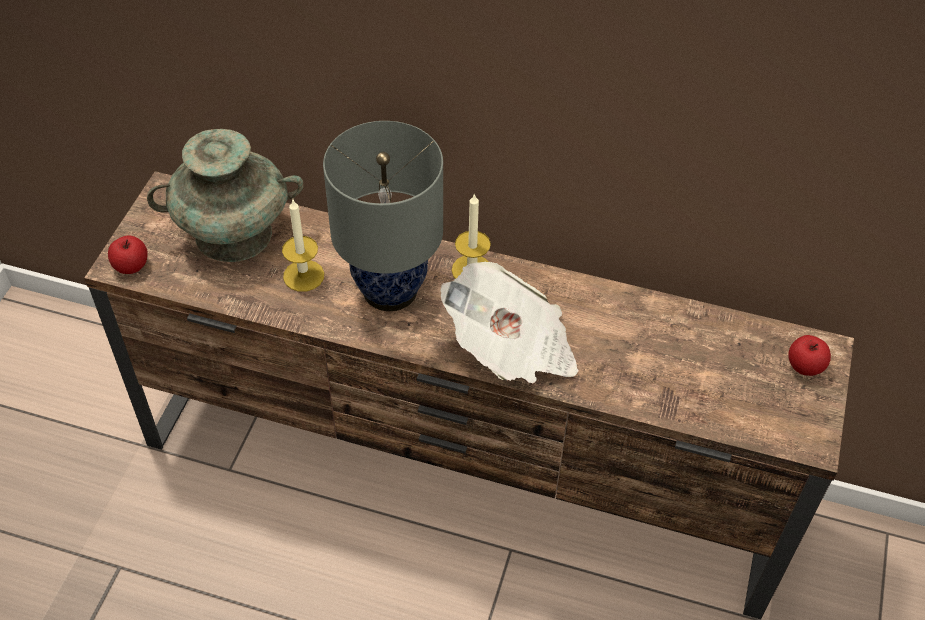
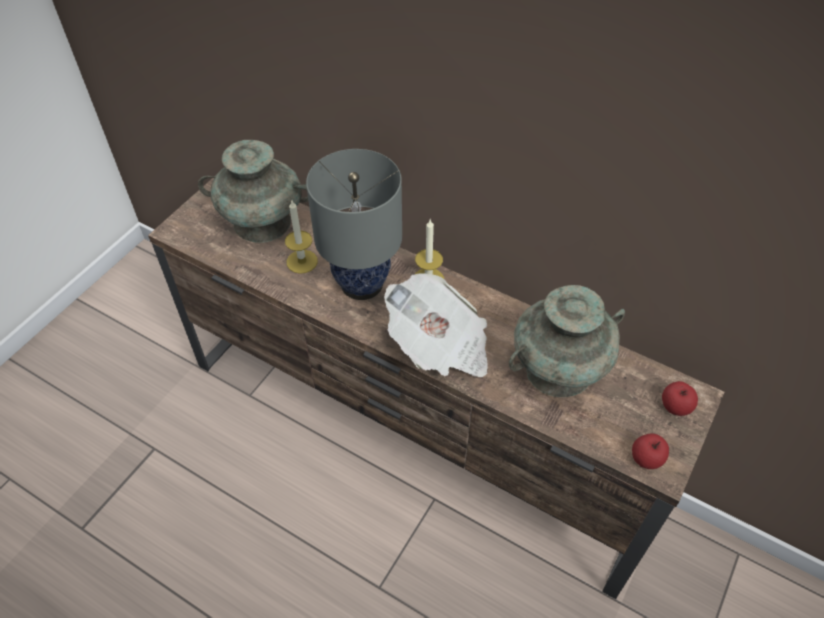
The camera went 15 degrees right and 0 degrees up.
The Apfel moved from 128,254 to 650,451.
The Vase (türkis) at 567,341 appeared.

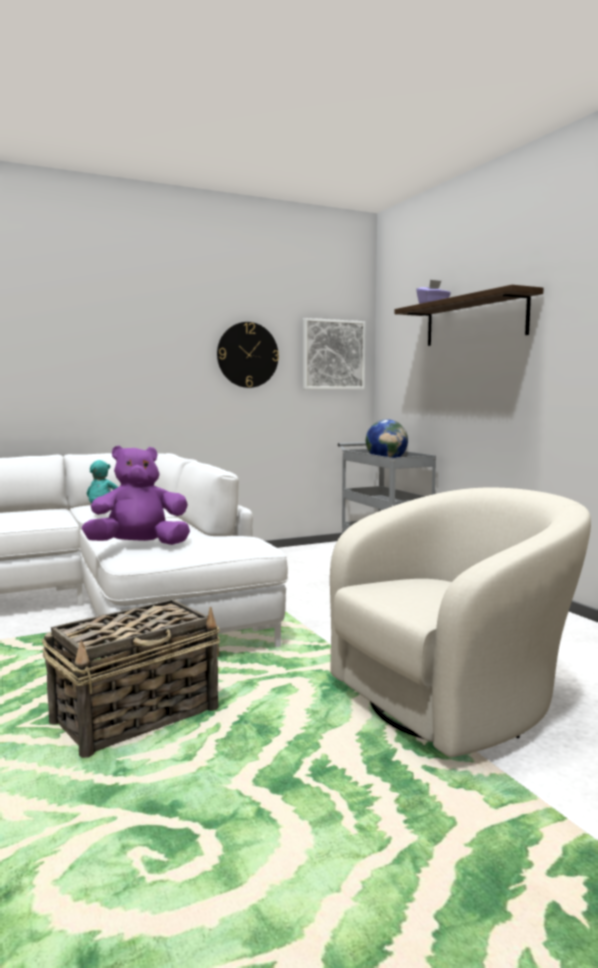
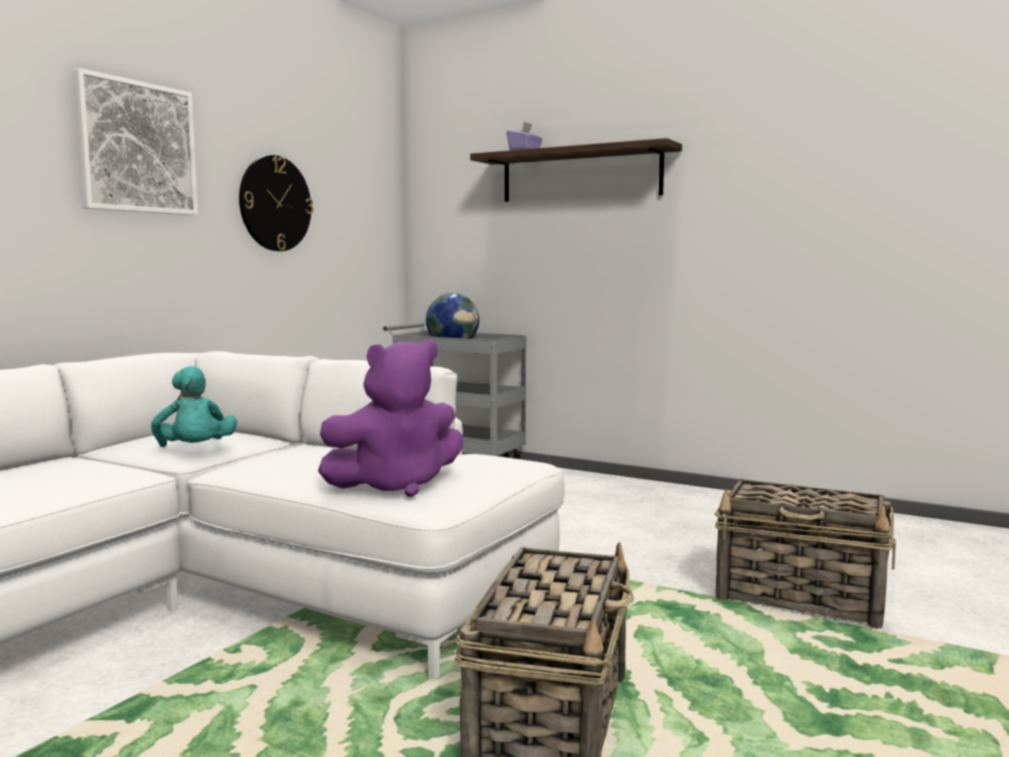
The camera went 35 degrees left and 0 degrees up.
The Plüschtier (lila) at 136,495 turned 150 degrees counterclockwise.
The Bild moved from 334,353 to 135,141.
The Sessel (beige) at 460,622 was replaced by the Korb at 805,554.

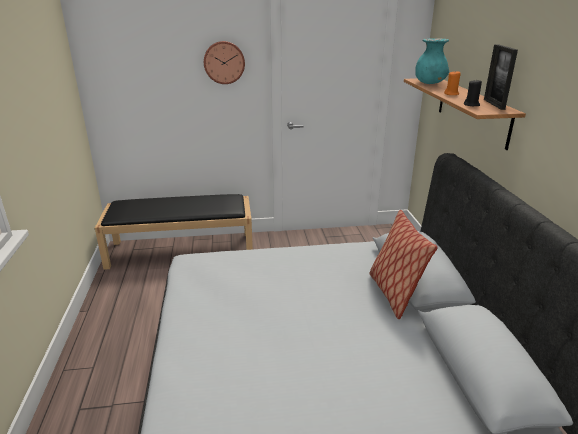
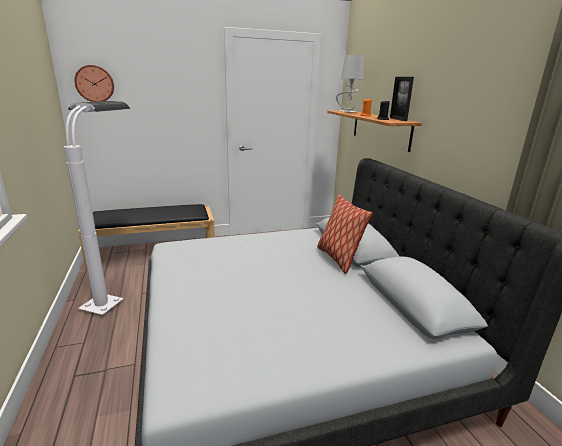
The camera went 10 degrees left and 5 degrees down.
The Wanduhr moved from 224,62 to 94,83.
The Vase (türkis) at 432,61 was replaced by the Tischlampe (grau) at 350,84.
The Stehlampe (weiß) at 97,208 appeared.

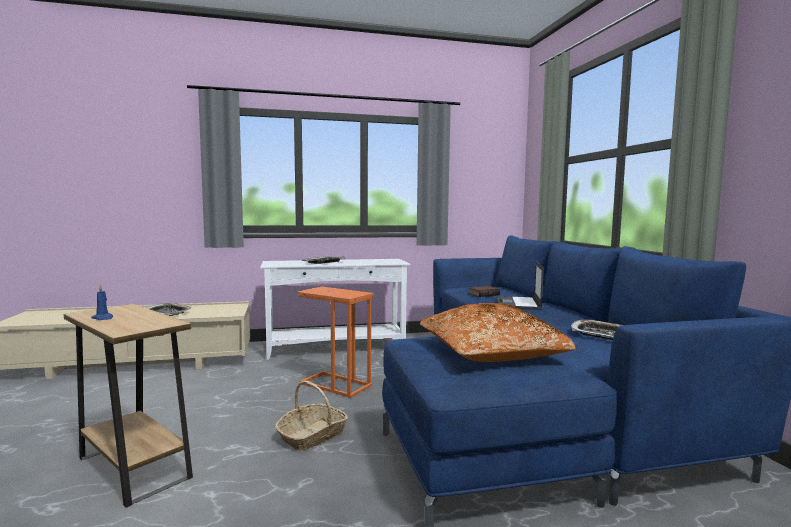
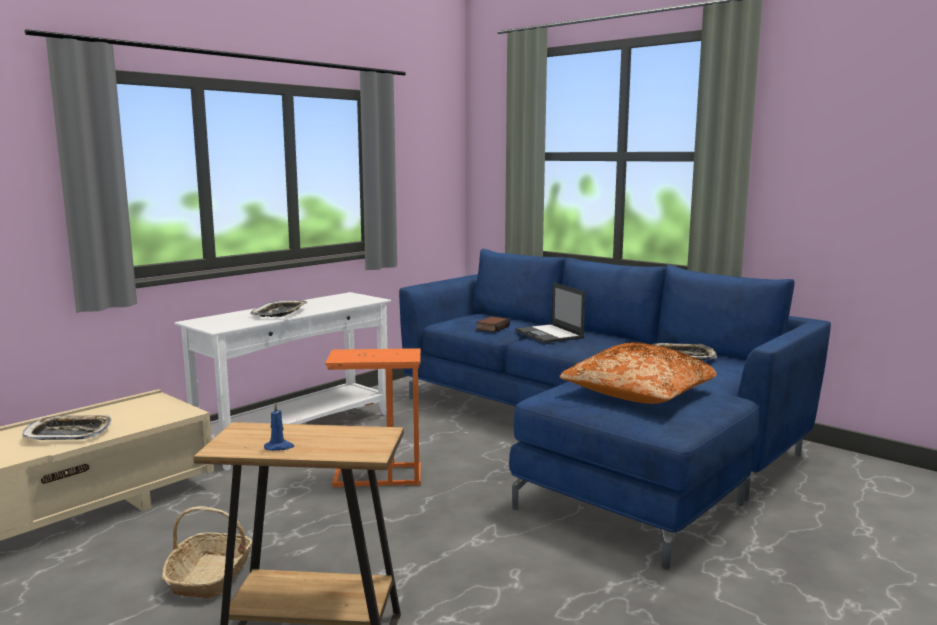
The camera went 35 degrees left and 5 degrees up.
The Korb moved from 311,416 to 207,552.

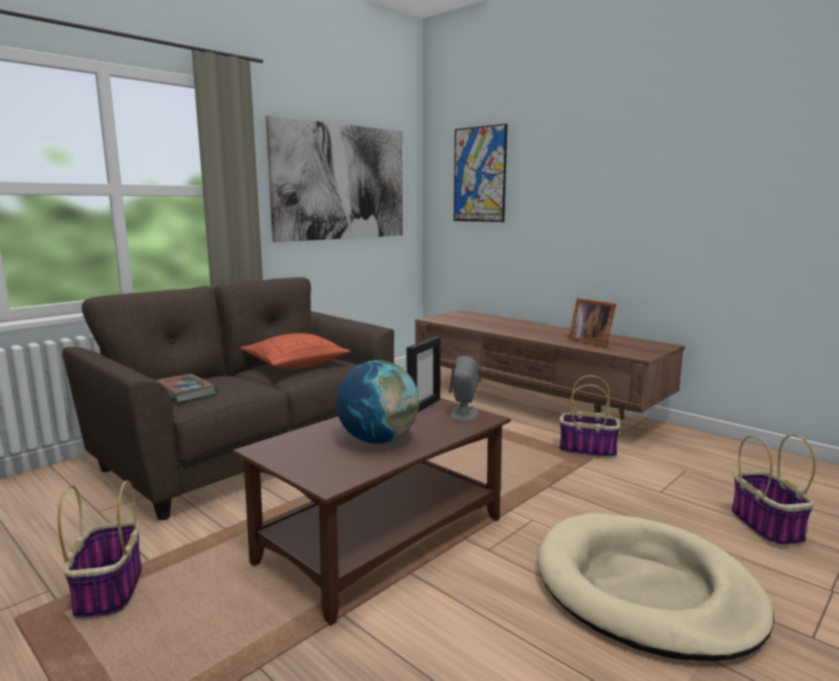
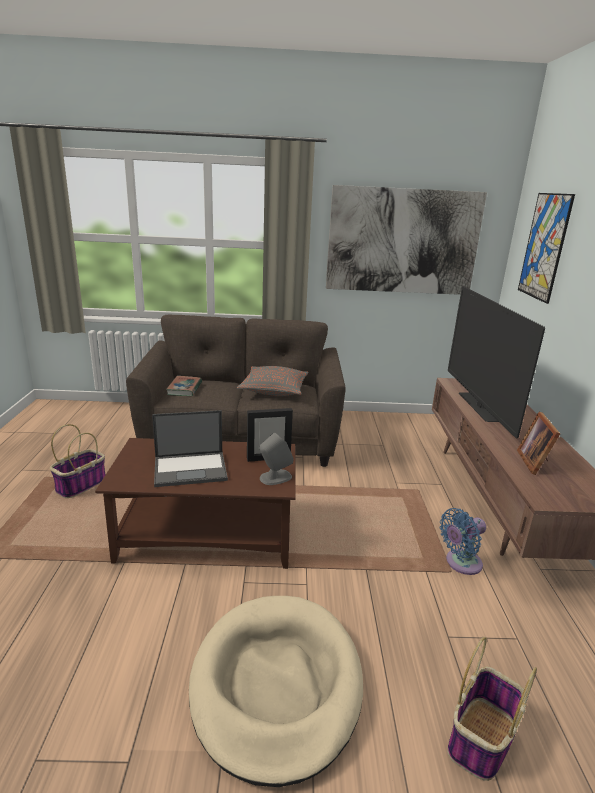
The camera went 45 degrees right and 10 degrees up.
The Kissen (orange) at 295,351 became the Kissen (grau) at 273,381.
The Globus at 377,402 was replaced by the Laptop at 190,448.
The Korb at 590,417 was replaced by the Ventilator (blau) at 463,541.
The Fernseher at 496,362 appeared.

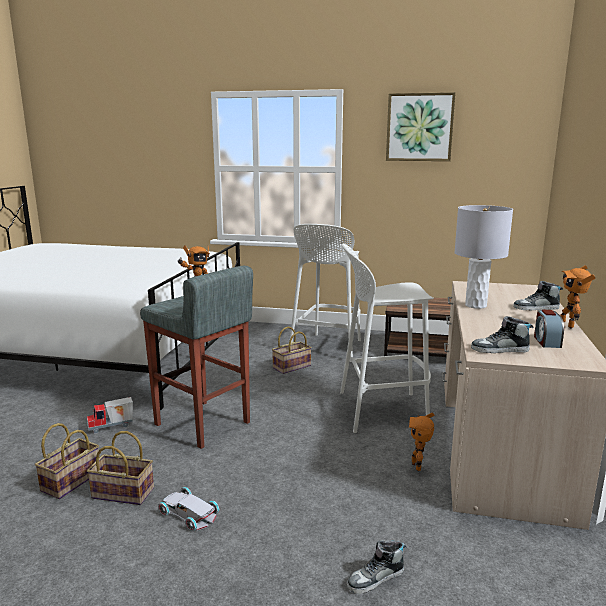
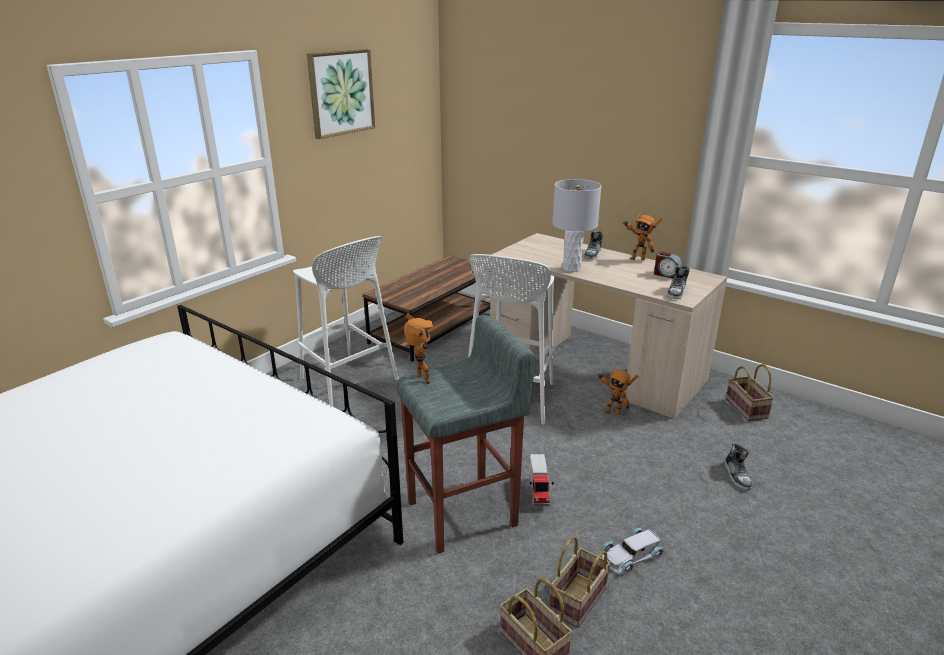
The camera went 65 degrees left and 10 degrees up.
The Spielzeuglaster moved from 110,415 to 541,480.
The Korb moved from 292,350 to 750,392.

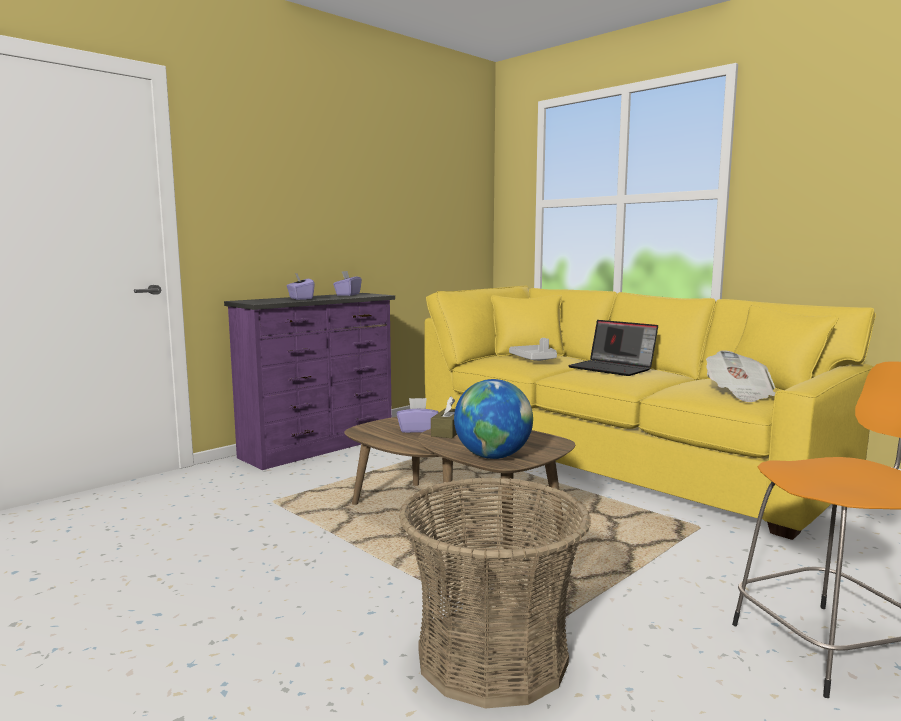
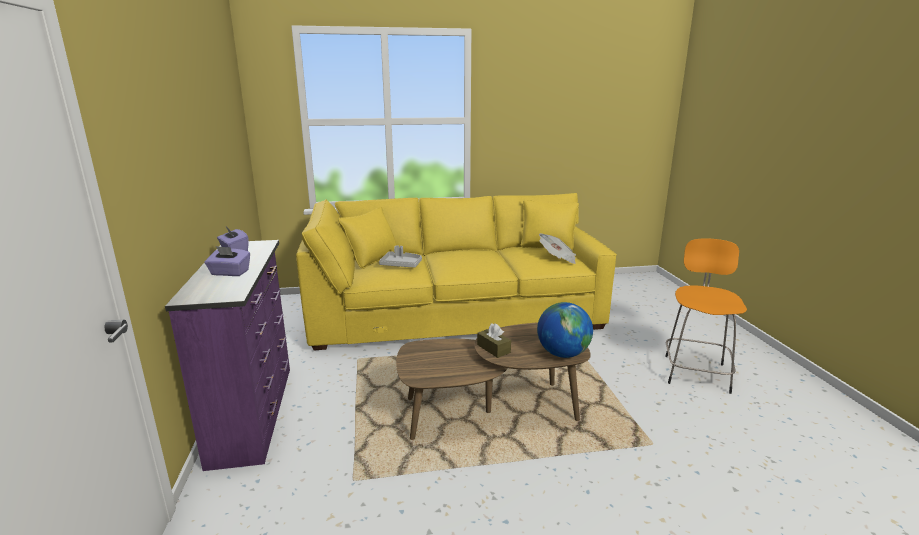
The camera went 55 degrees left and 10 degrees up.
The Taschentuchbox (lila) at 418,415 disappeared.
The Korb at 495,592 disappeared.
The Laptop at 613,348 disappeared.

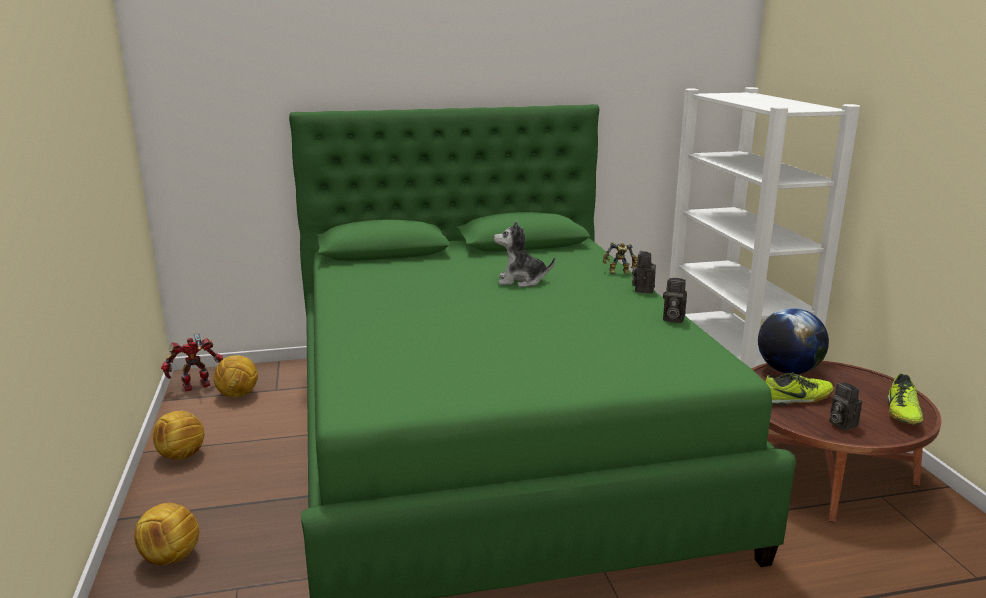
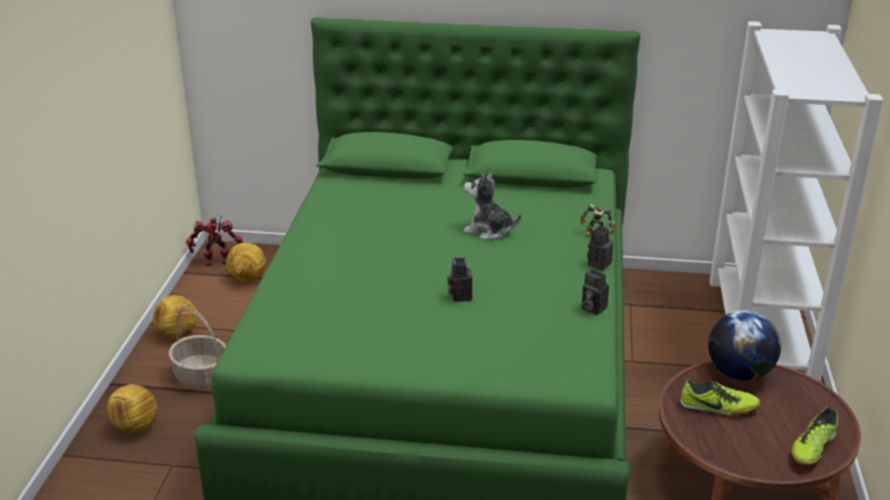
The camera went 20 degrees right and 10 degrees up.
The Kamera moved from 845,406 to 459,279.
The Korb at 197,347 appeared.

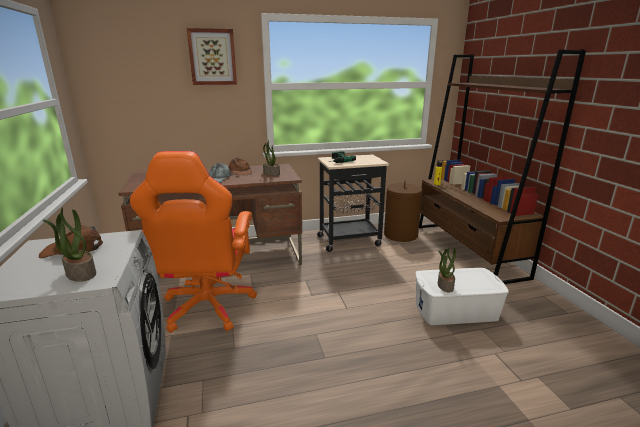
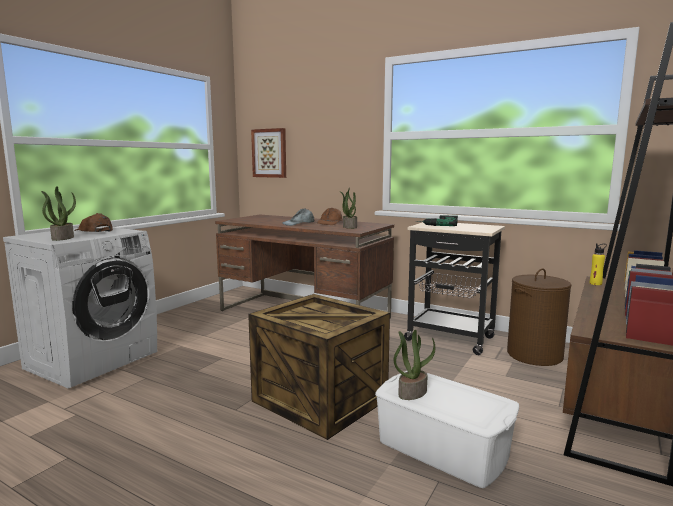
The camera went 45 degrees right and 10 degrees down.
The Bürostuhl (orange) at 193,242 disappeared.
The Bild moved from 212,56 to 268,153.
The Kiste at 319,367 appeared.

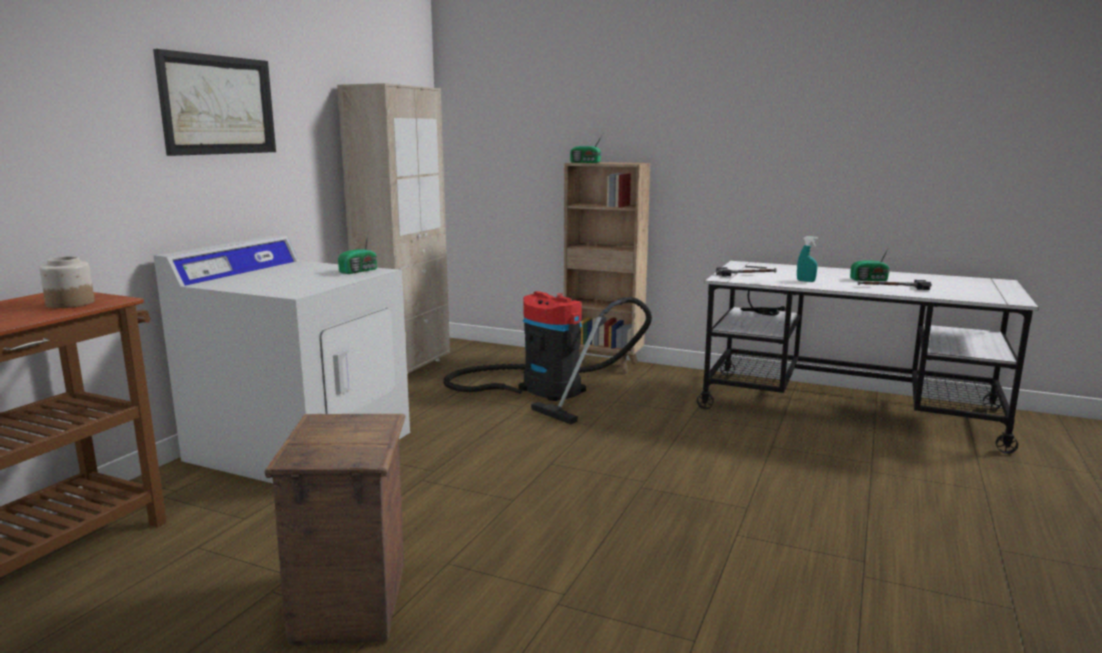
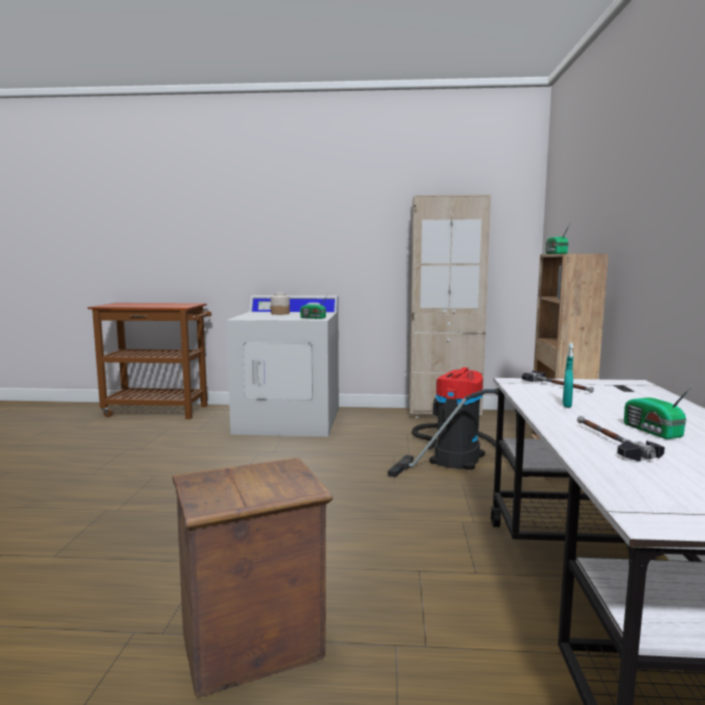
The camera went 70 degrees right and 5 degrees down.
The Vorratsglas moved from 67,282 to 280,304.
The Bild at 214,102 disappeared.
The Kiste moved from 335,530 to 252,577.

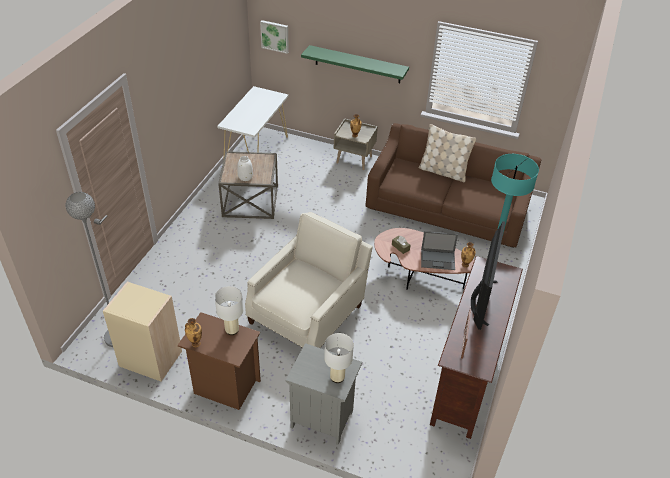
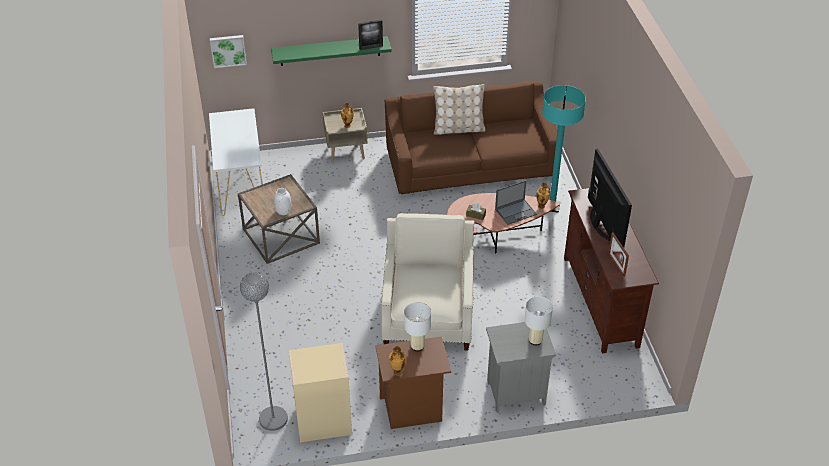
The camera went 30 degrees left and 0 degrees up.
The Bilderrahmen at 370,34 appeared.

